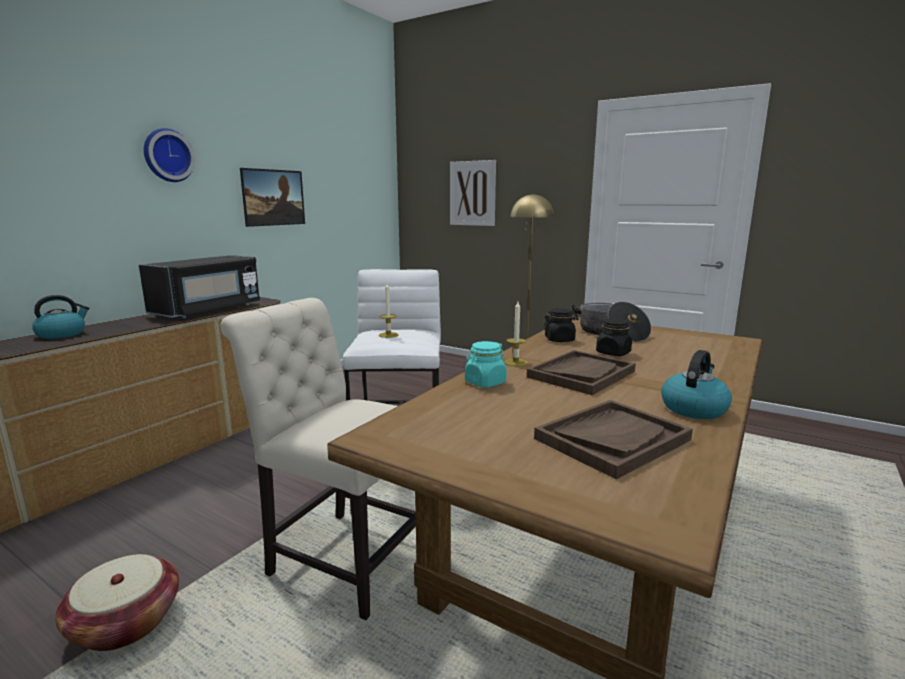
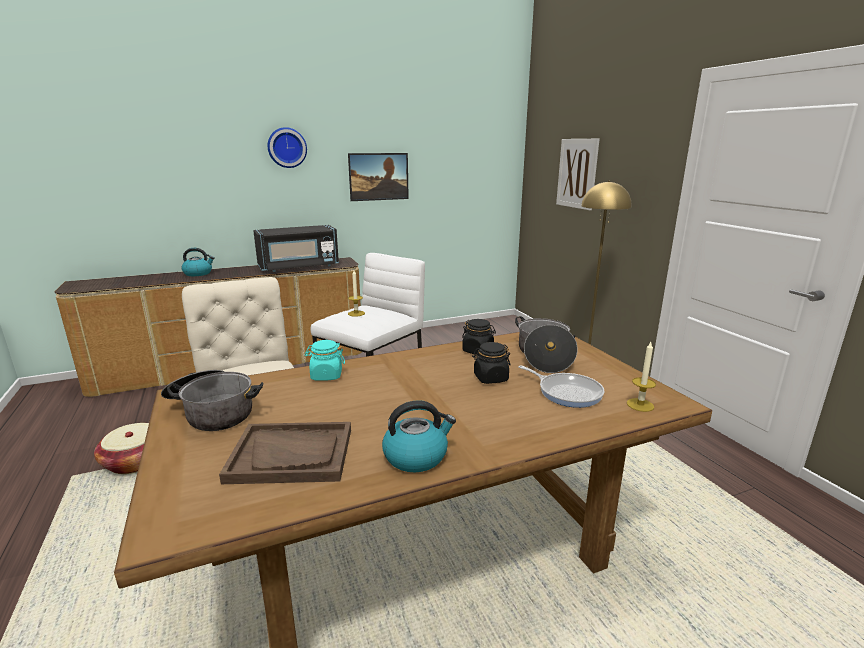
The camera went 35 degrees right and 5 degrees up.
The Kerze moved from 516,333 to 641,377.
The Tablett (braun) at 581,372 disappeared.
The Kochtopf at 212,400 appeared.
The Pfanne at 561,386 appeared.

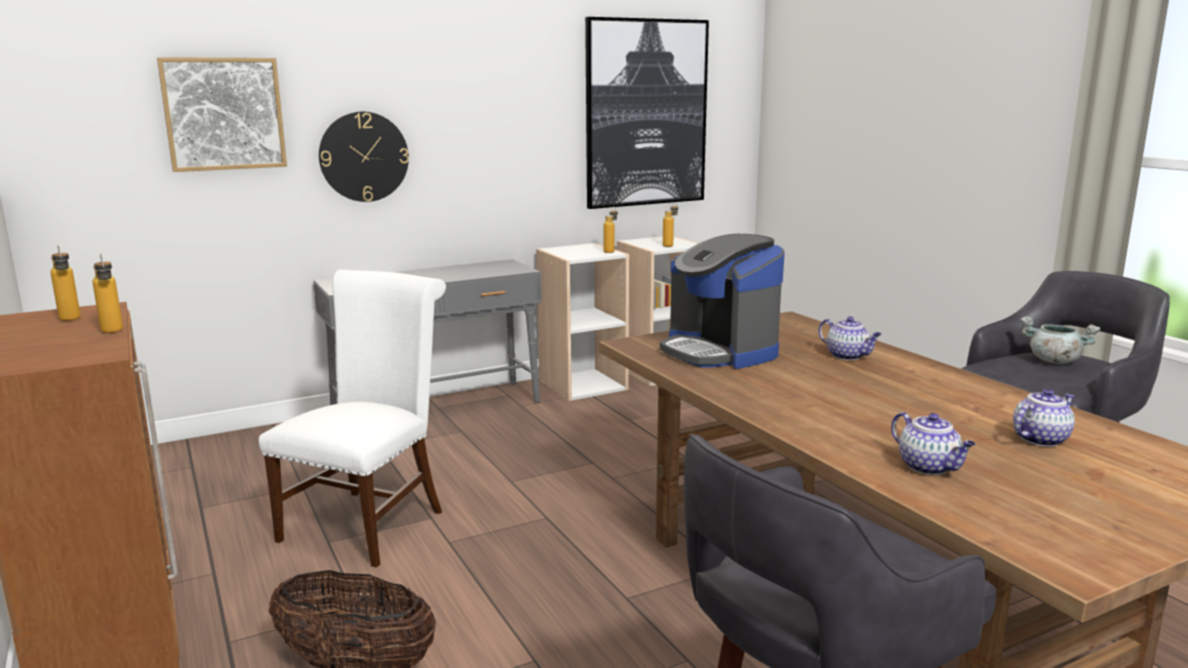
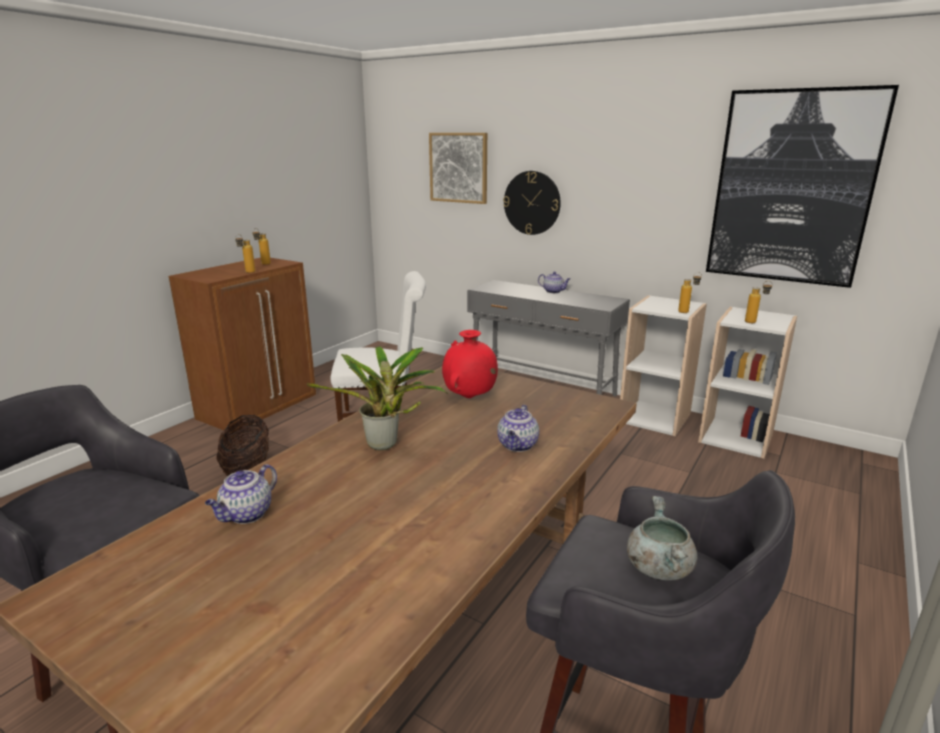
The camera went 60 degrees right and 5 degrees up.
The Kaffeemaschine at 722,301 was replaced by the Vase (rot) at 470,364.
The Teekanne moved from 1044,418 to 554,282.
The Topfpflanze at 377,398 appeared.

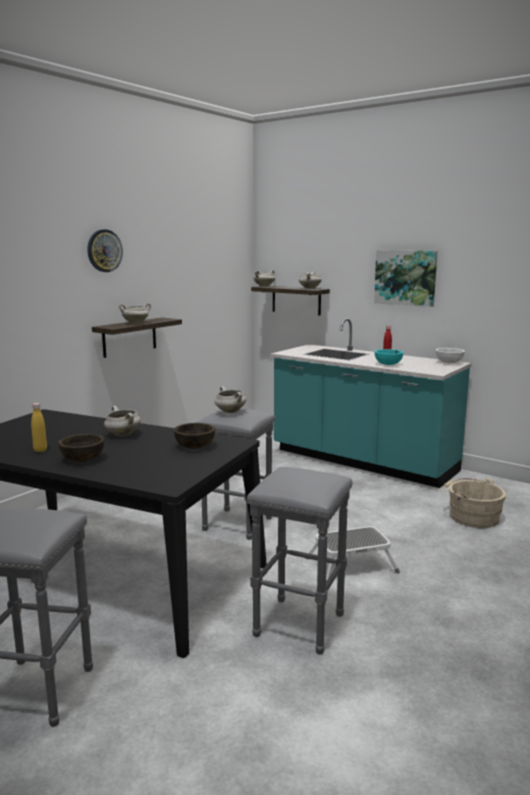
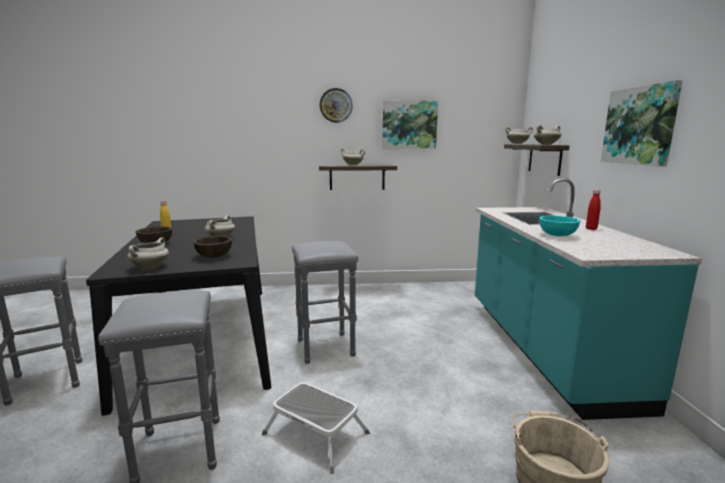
The camera went 50 degrees right and 0 degrees up.
The Kochtopf (weiß) moved from 230,399 to 148,253.
The Schüssel (weiß) at 450,355 disappeared.
The Bild at 410,124 appeared.

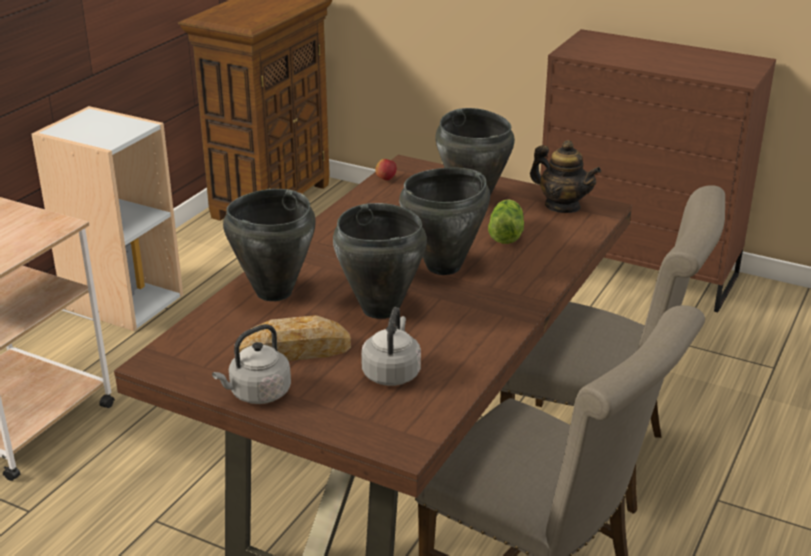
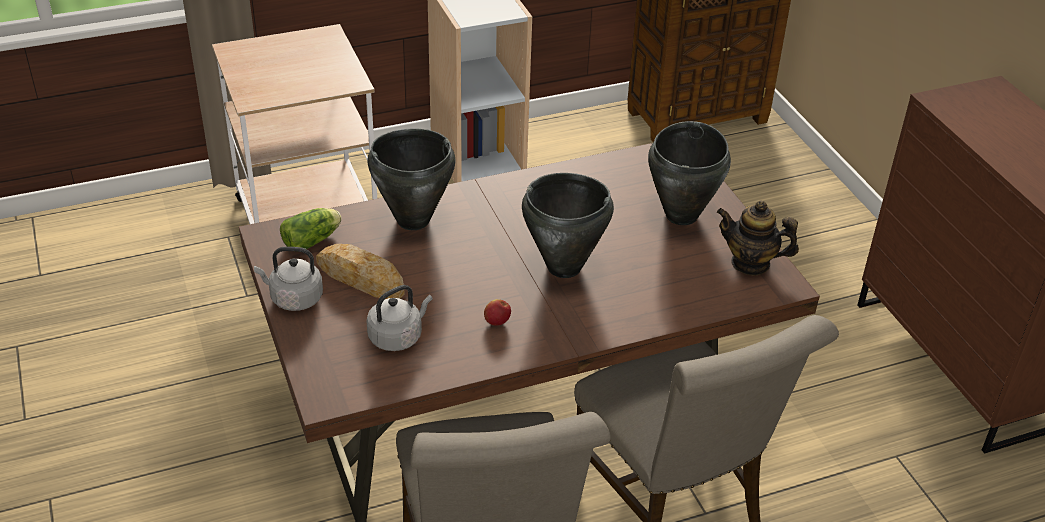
The camera went 40 degrees right and 10 degrees up.
The Kochtopf (schwarz) at 380,261 disappeared.
The Apfel moved from 386,169 to 497,312.
The Salatkopf moved from 506,221 to 311,230.
The Teekanne at 565,176 turned 120 degrees clockwise.

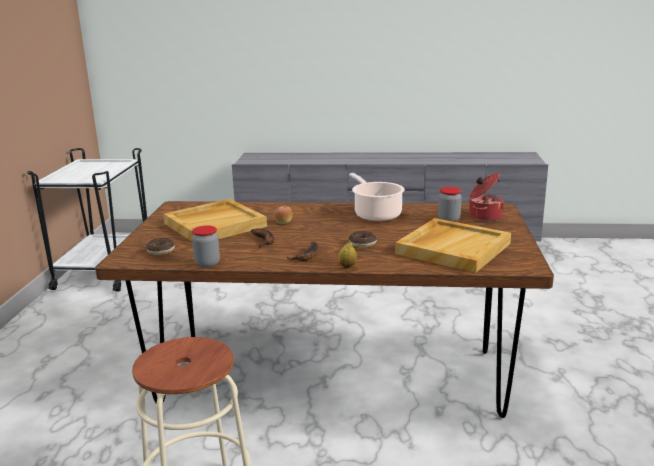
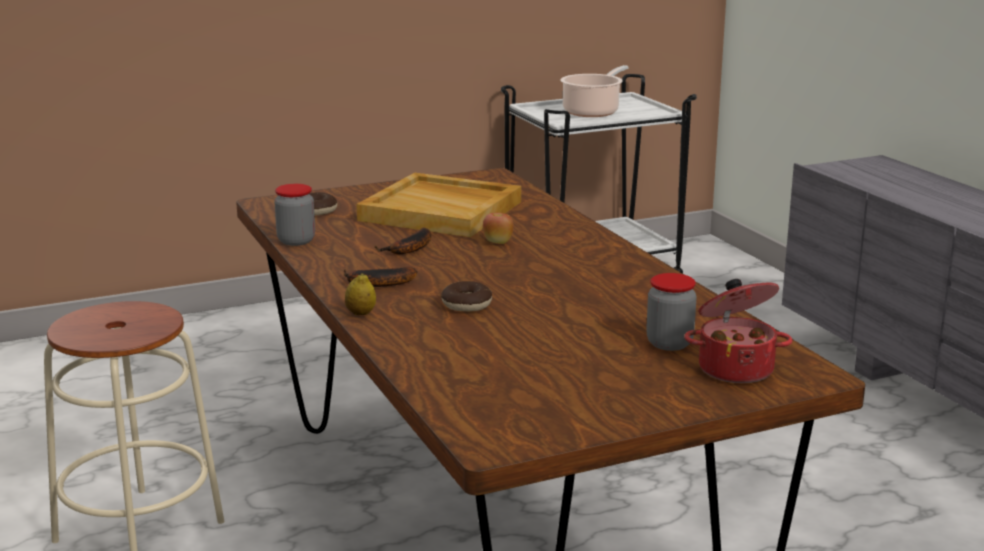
The camera went 60 degrees right and 0 degrees up.
The Kochtopf moved from 377,197 to 594,91.
The Tablett (beige) at 453,245 disappeared.

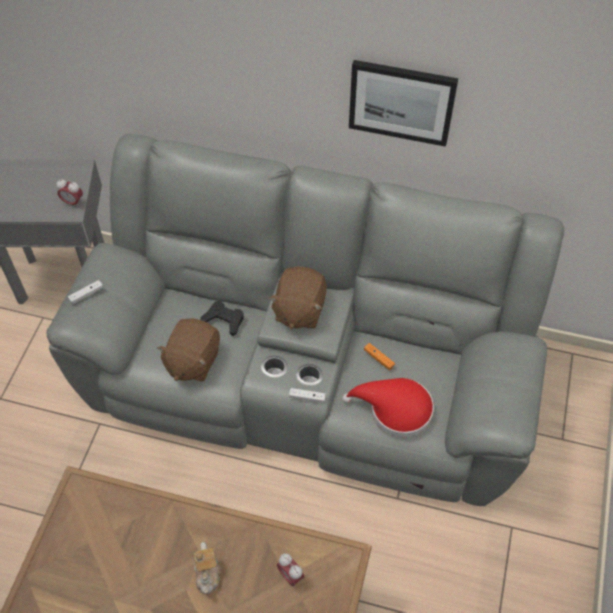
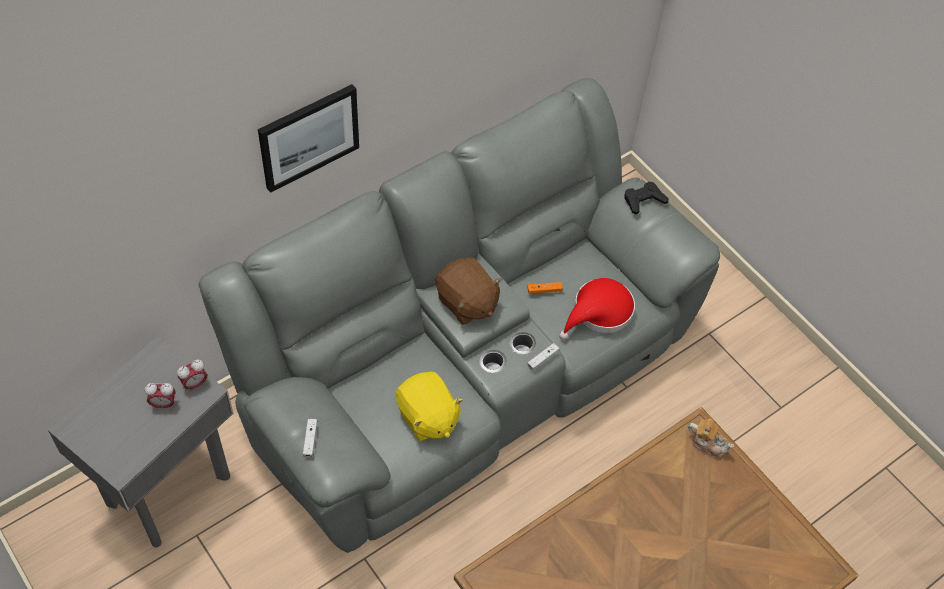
The camera went 55 degrees left and 0 degrees up.
The Plüschtier (braun) at 188,349 became the Plüschtier (gelb) at 429,406.
The Teekanne moved from 207,568 to 711,438.
The Gamepad (schwarz) moved from 222,318 to 646,198.
The Wecker moved from 290,570 to 160,395.
The Bild moved from 403,103 to 308,138.

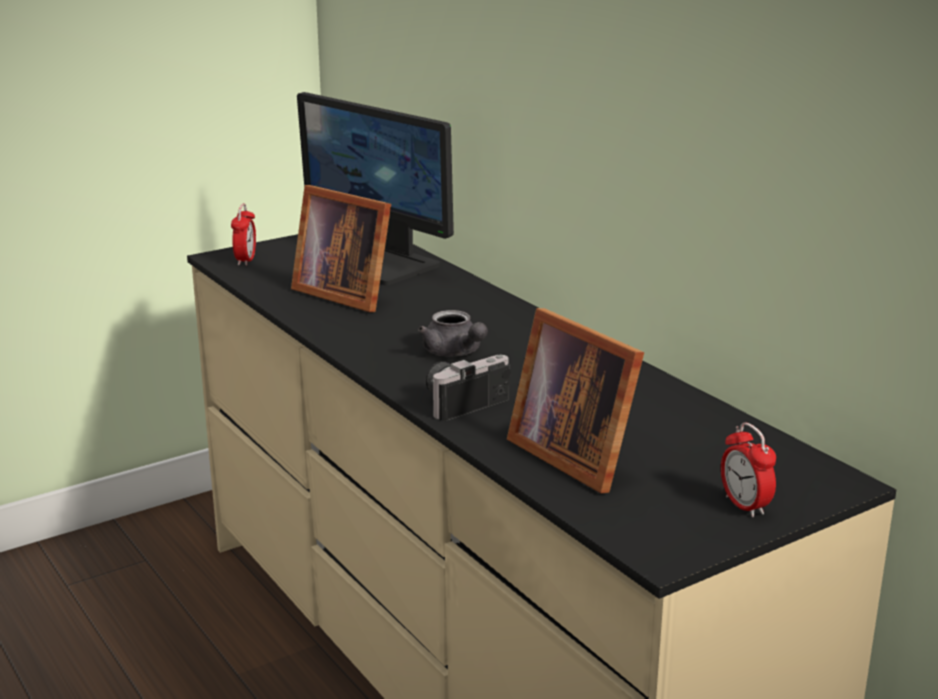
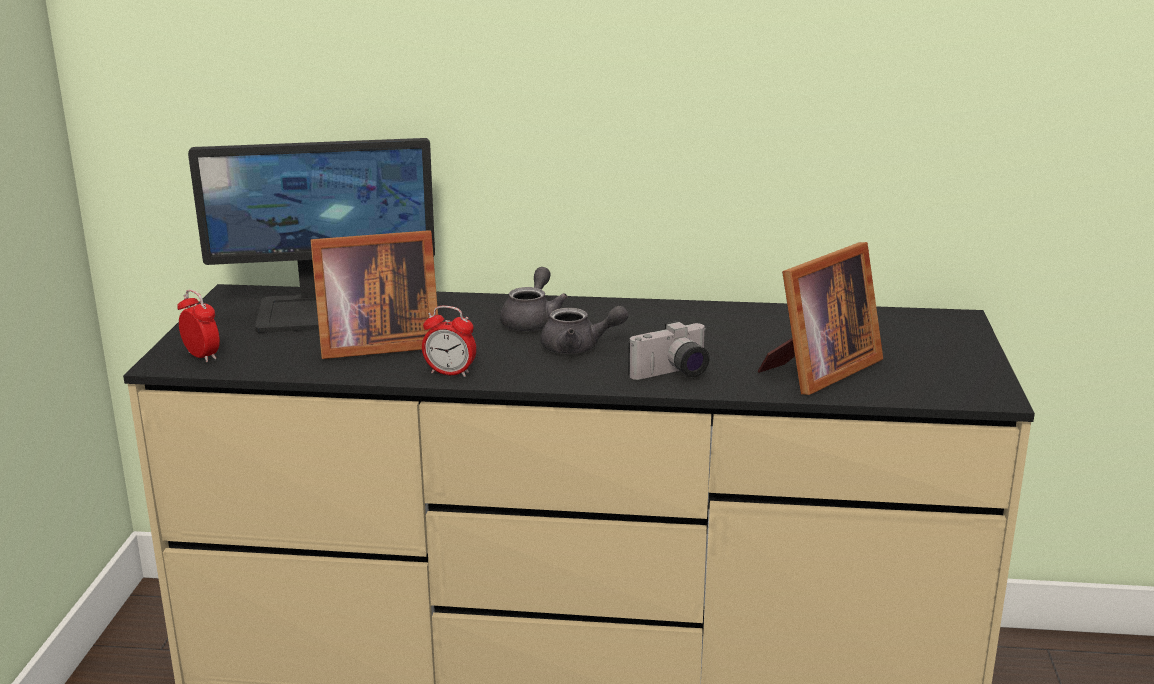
The camera went 50 degrees left and 0 degrees up.
The Kamera at 468,388 turned 120 degrees counterclockwise.
The Bilderrahmen at 575,400 turned 45 degrees counterclockwise.
The Wecker moved from 748,470 to 449,341.
The Teekanne (grau) at 534,299 appeared.

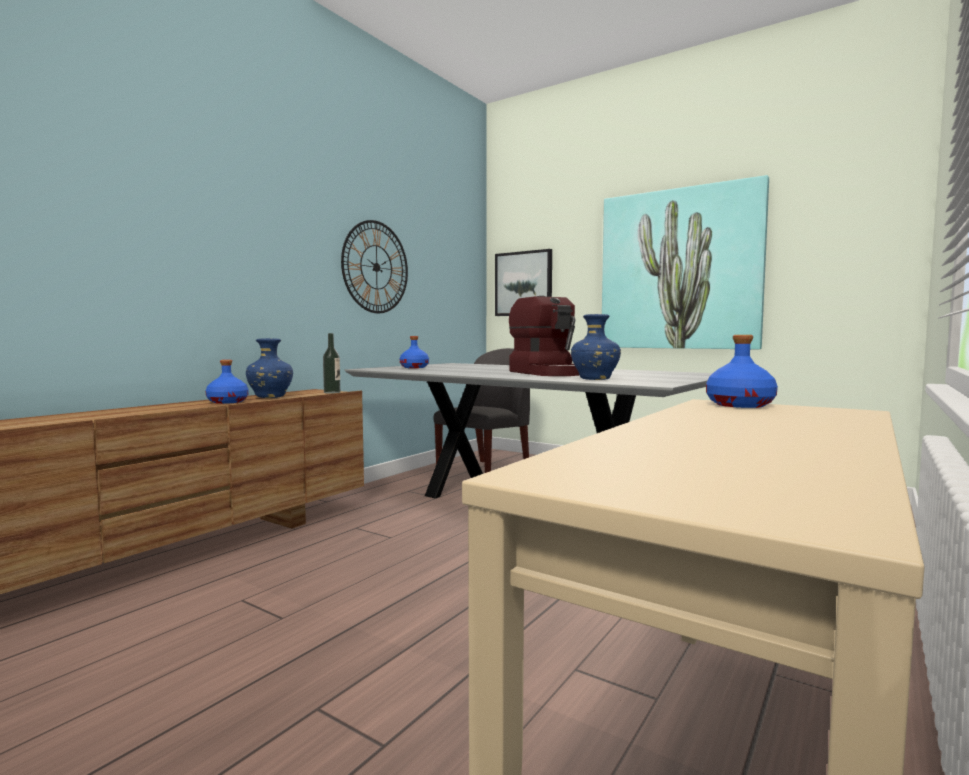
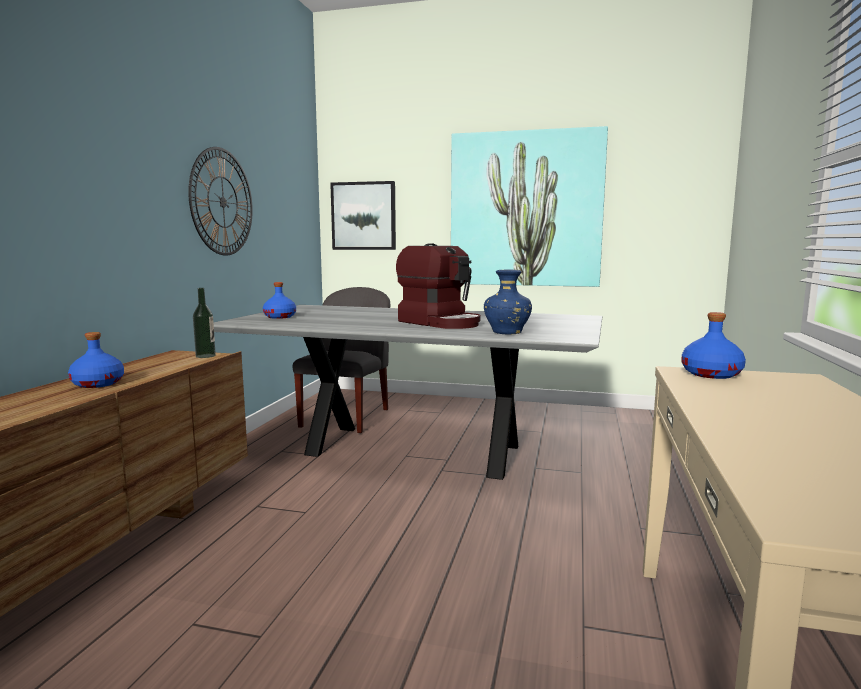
The camera went 20 degrees left and 5 degrees up.
The Vase (blau) at 269,368 disappeared.

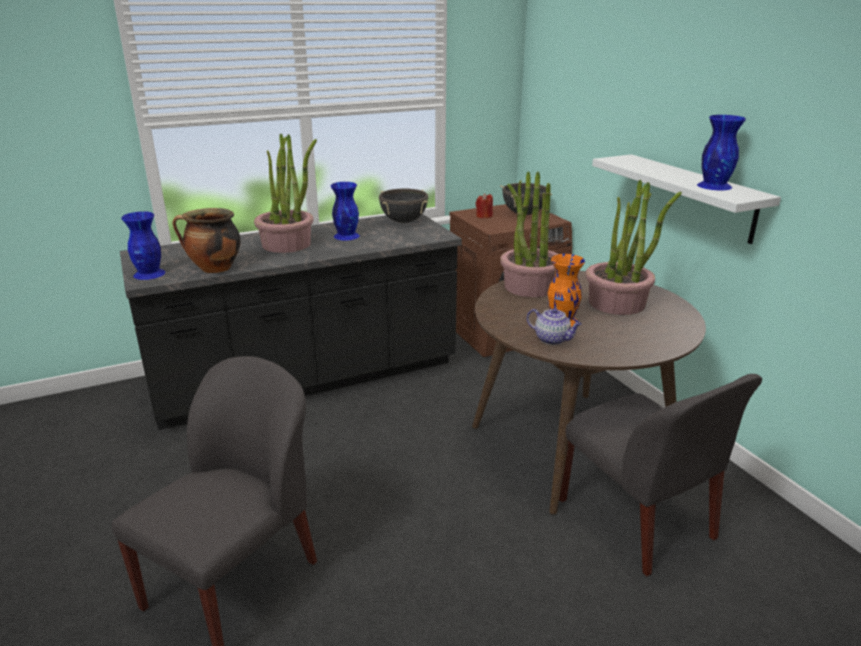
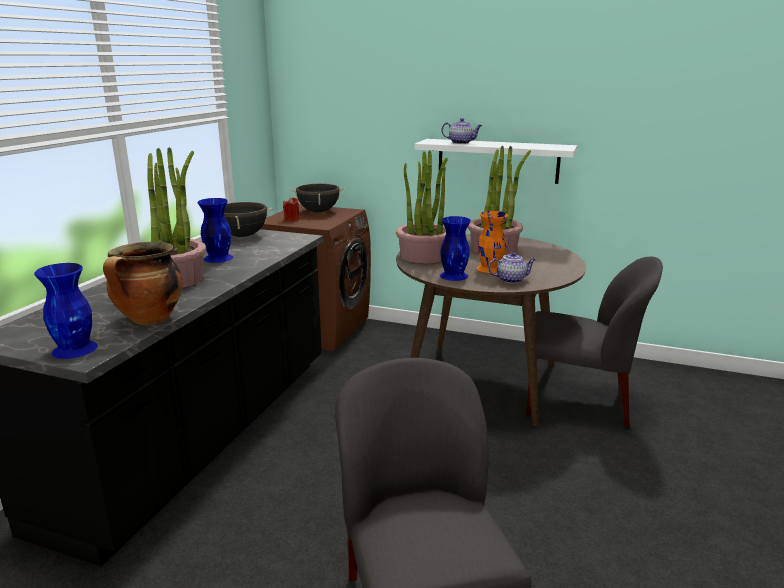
The camera went 45 degrees left and 5 degrees down.
The Vase (blau) moved from 721,152 to 455,248.
The Teekanne at 461,131 appeared.

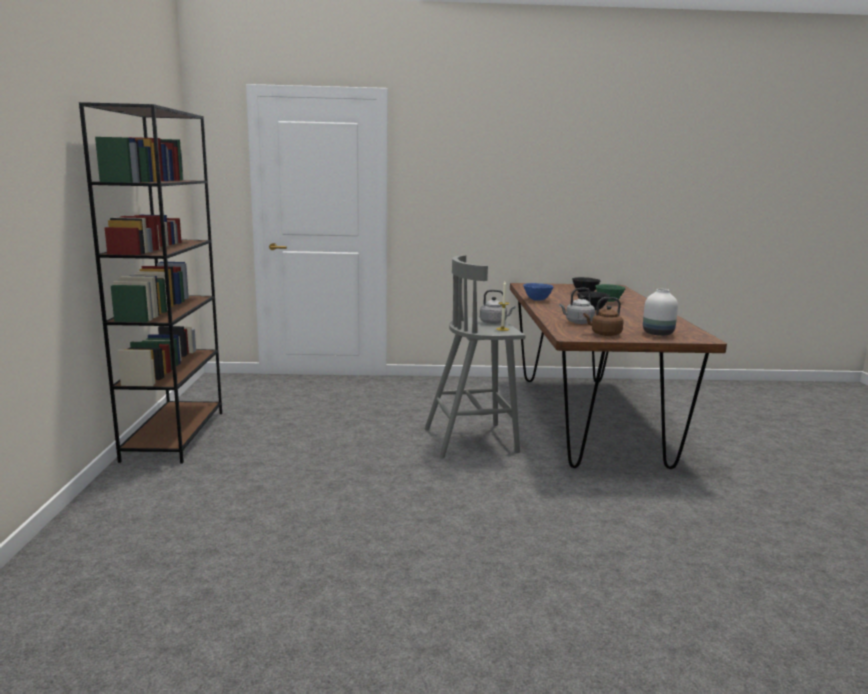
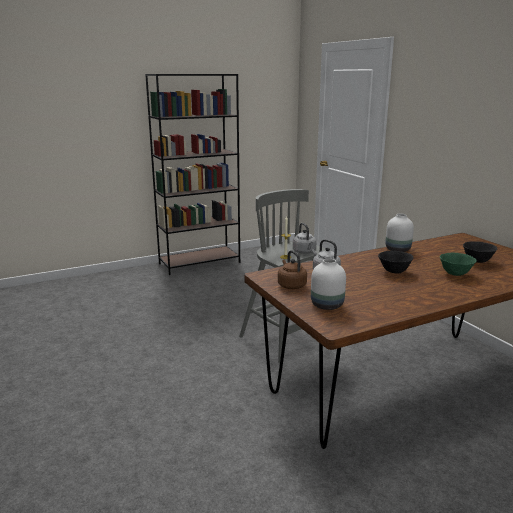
The camera went 65 degrees right and 5 degrees up.
The Schüssel (blau) at 538,292 was replaced by the Vase (weiß) at 399,233.

